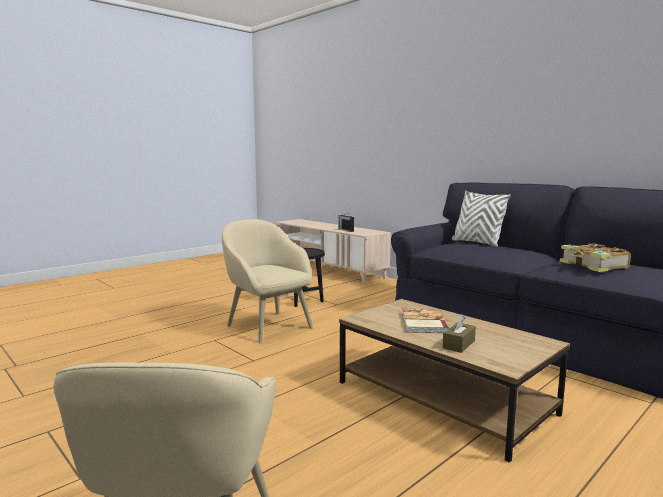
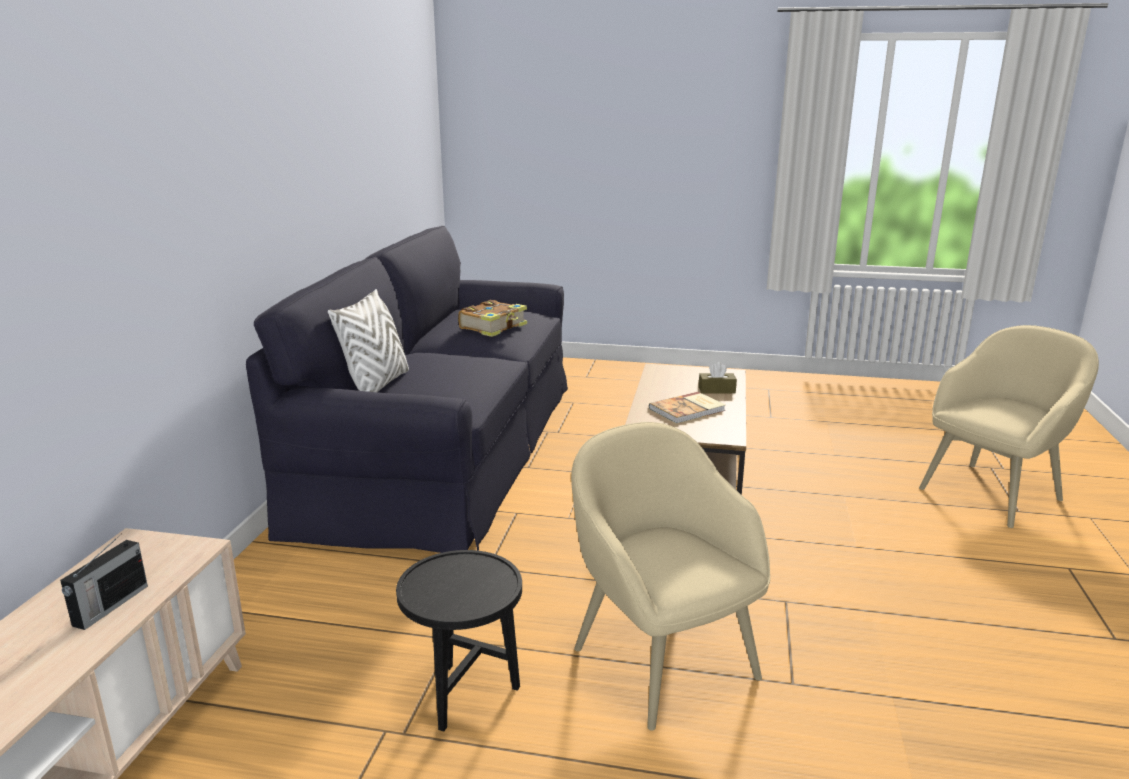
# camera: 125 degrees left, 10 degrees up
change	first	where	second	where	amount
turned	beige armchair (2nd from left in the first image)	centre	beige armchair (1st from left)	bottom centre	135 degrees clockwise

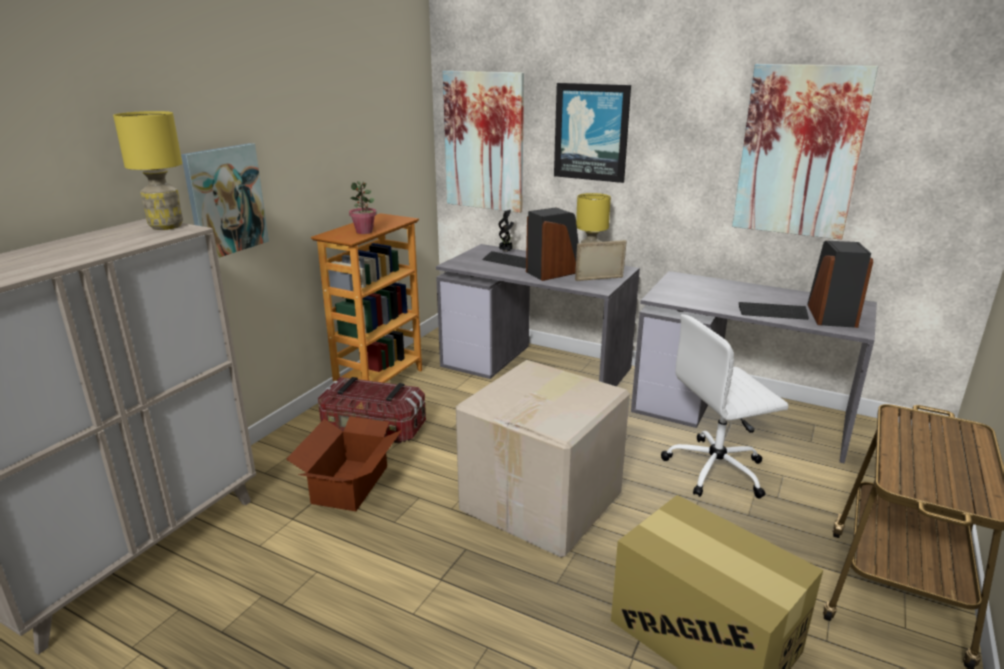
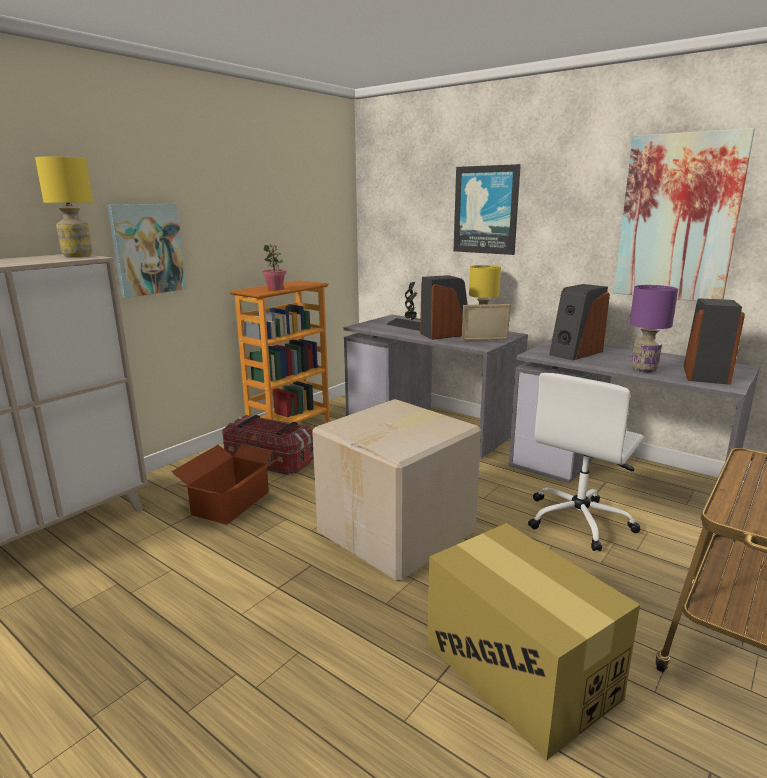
# camera: 10 degrees right, 5 degrees down
change	first	where	second	where	amount
removed	picture (2nd from left)	top centre			
replaced	keyboard (2nd from left)	middle right	purple table lamp	middle right	
turned	white office chair	middle right		middle right	45 degrees counterclockwise
added			speaker (2nd from left)	middle right	

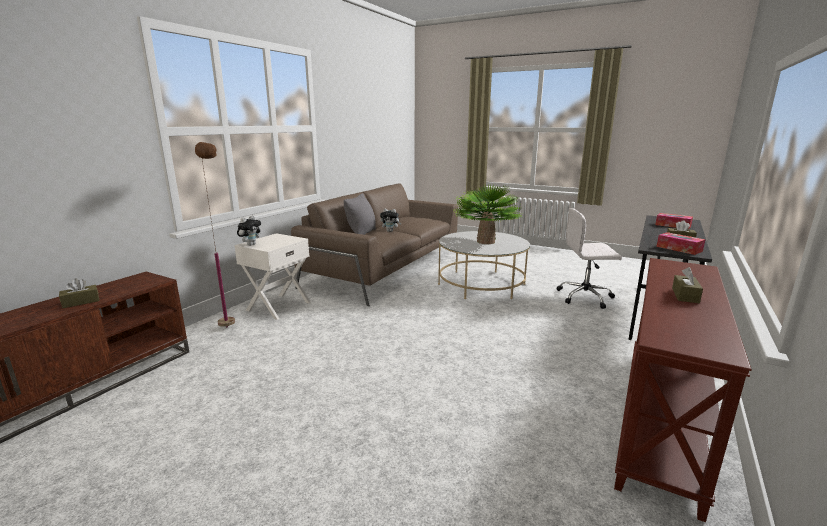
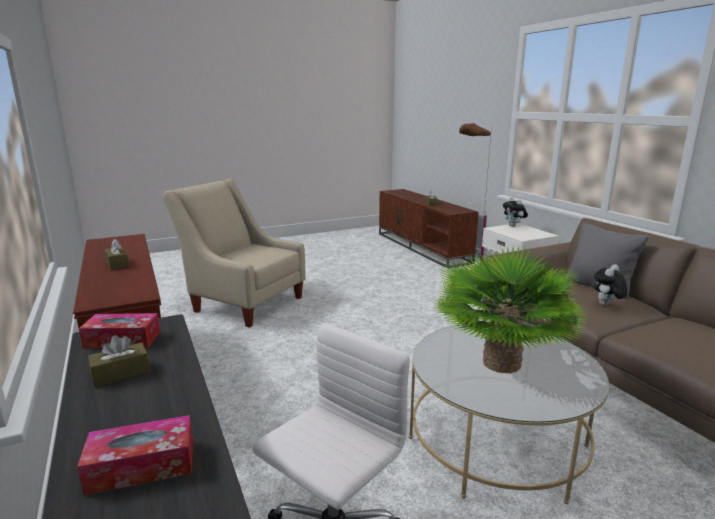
# camera: 125 degrees right, 0 degrees up
change	first	where	second	where	amount
added			beige armchair	middle left	

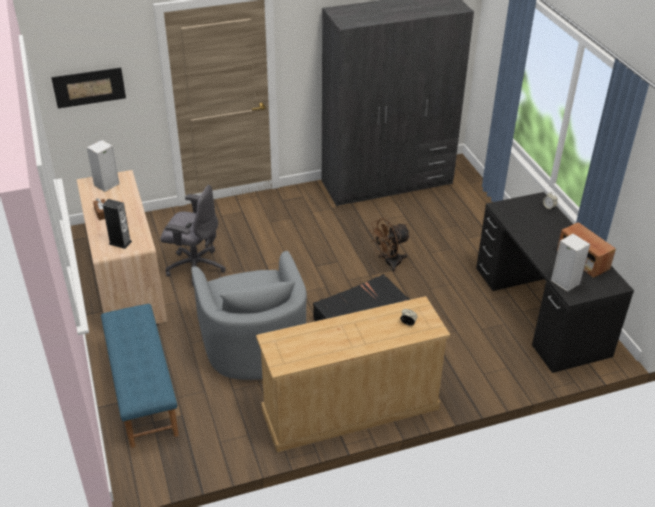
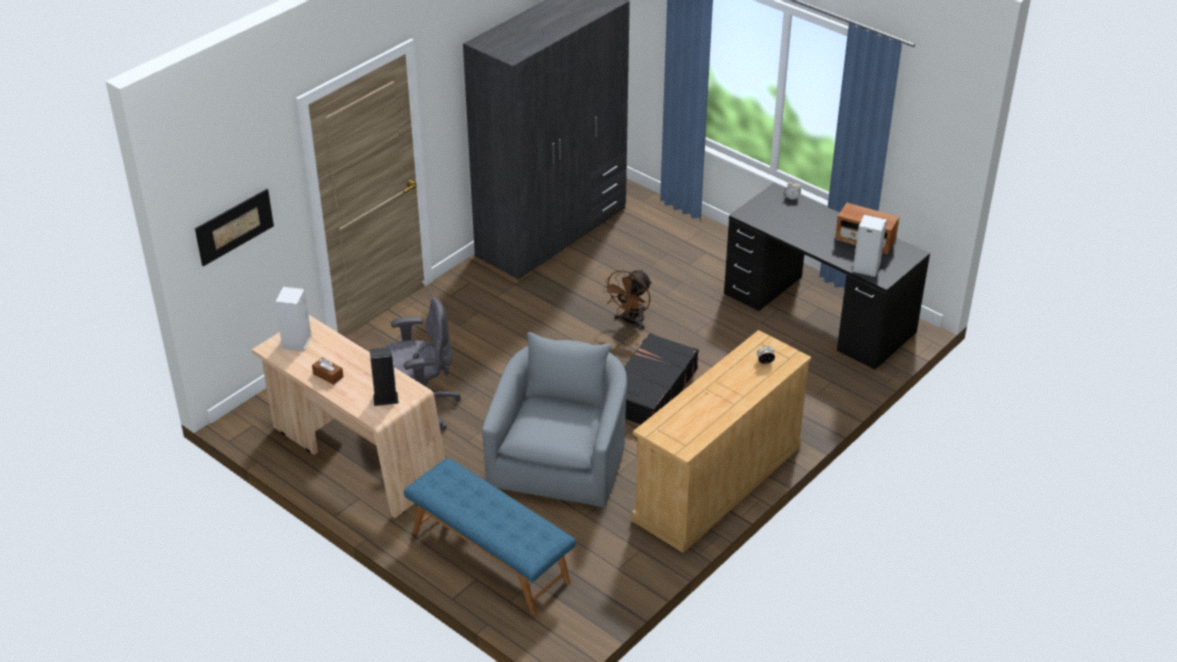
# camera: 30 degrees left, 0 degrees up
change	first	where	second	where	amount
turned	grey armchair	centre		centre	120 degrees counterclockwise

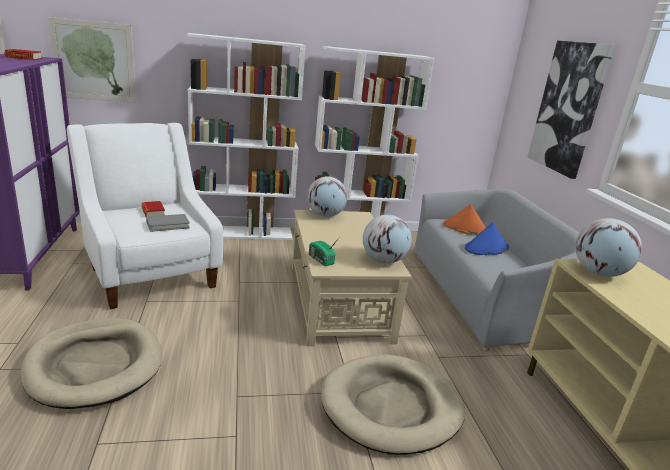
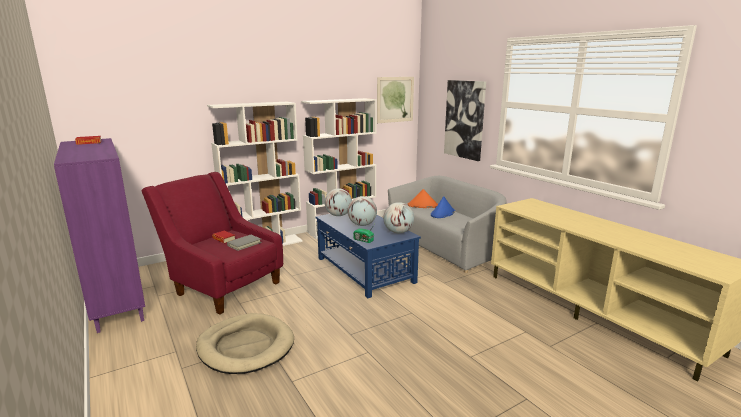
# camera: 20 degrees left, 5 degrees down
change	first	where	second	where	amount
moved	picture (1st from left)	top left		top centre	
recoloured	white armchair	middle left	red armchair	middle left	
recoloured	beige coffee table	centre	blue coffee table	centre	
moved	globe (3rd from left in the first image)	middle right	globe (2nd from left)	centre	
removed	beige dog bed (2nd from left)	bottom centre			

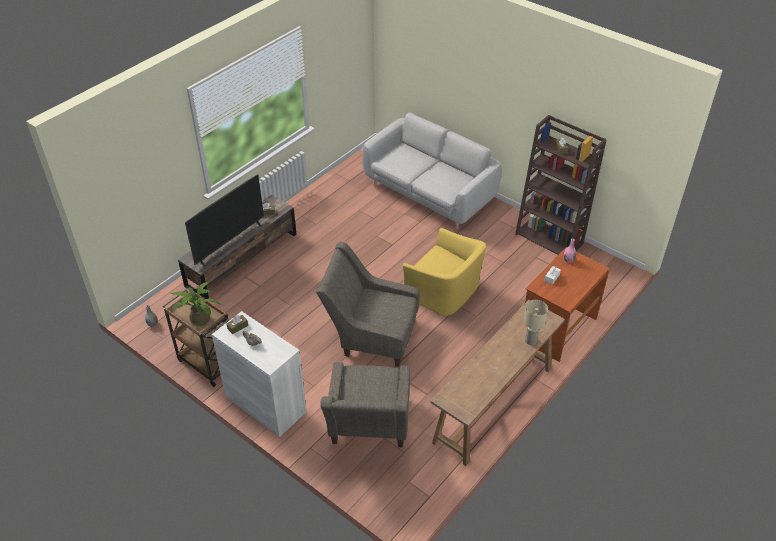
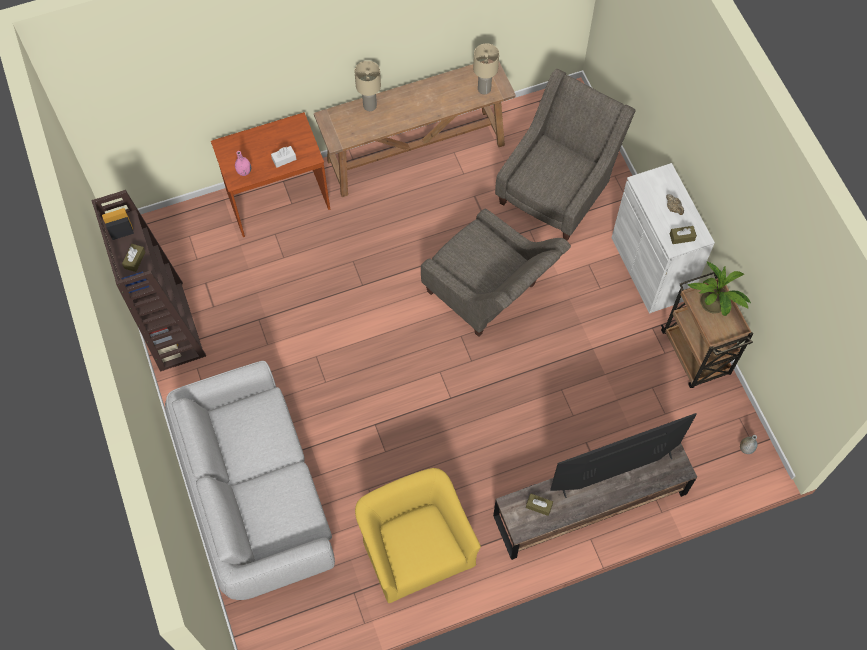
# camera: 150 degrees left, 20 degrees up
change	first	where	second	where	amount
moved	yellow armchair	centre		bottom centre	
added			beige table lamp (2nd from left)	top centre	

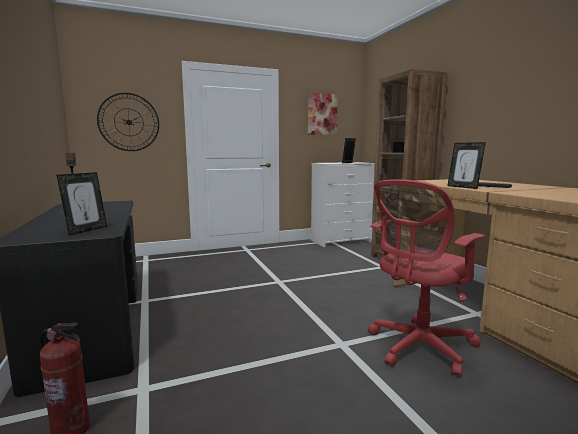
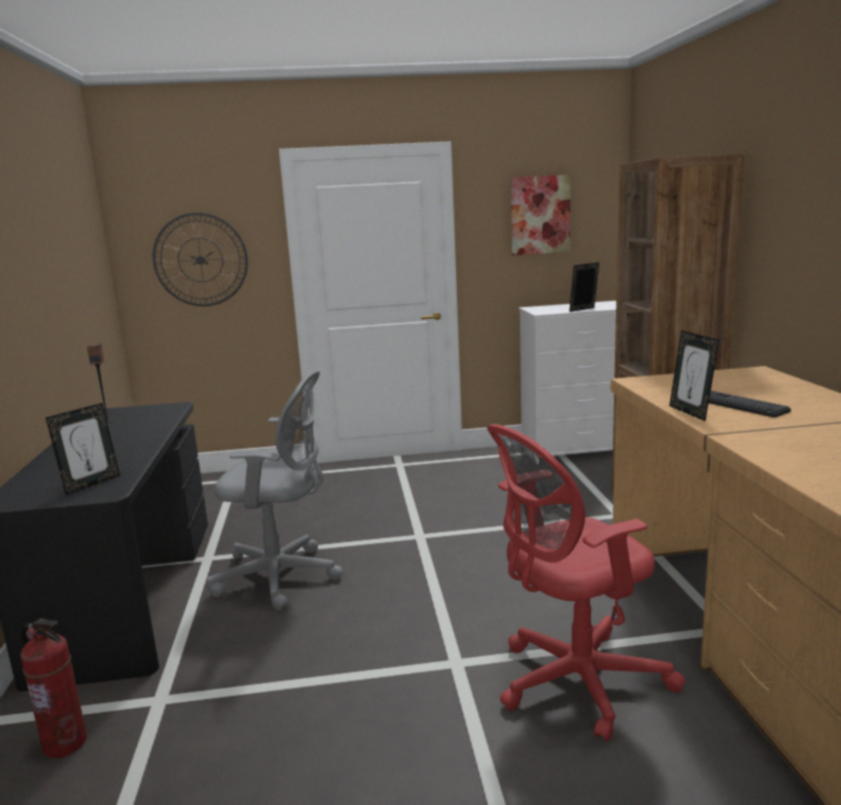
# camera: 15 degrees right, 5 degrees up
change	first	where	second	where	amount
added			grey office chair	middle left	

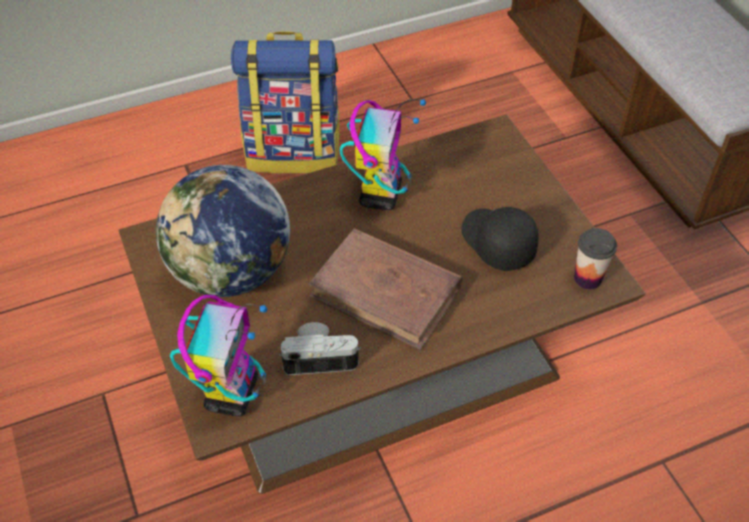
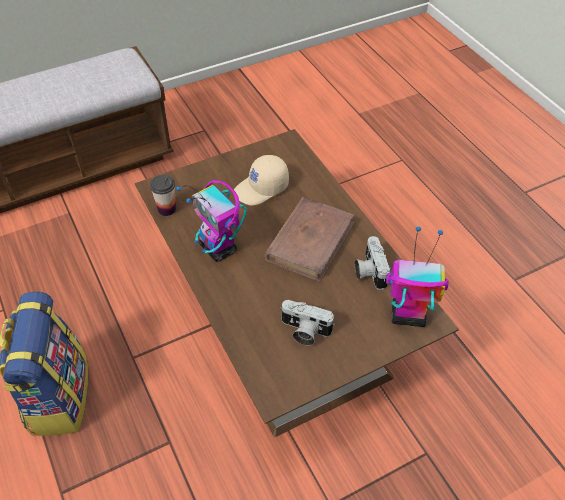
# camera: 95 degrees left, 0 degrees up
change	first	where	second	where	amount
turned	toy robot (2nd from left in the first image)	top centre	toy robot (1st from left)	centre	135 degrees counterclockwise
replaced	globe	middle left	photo camera (1st from left)	centre	
recoloured	black cap	middle right	beige cap	centre	
moved	cup	middle right		middle left	

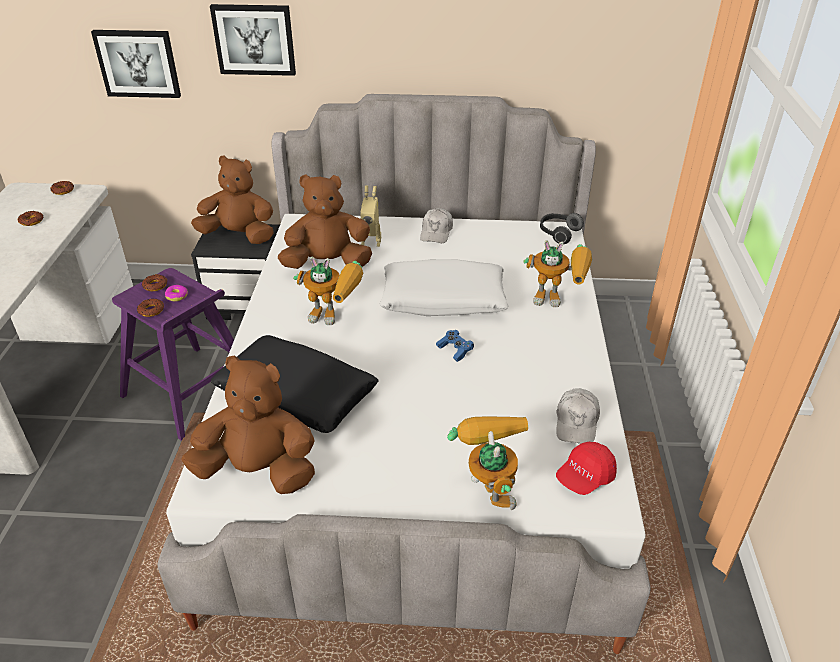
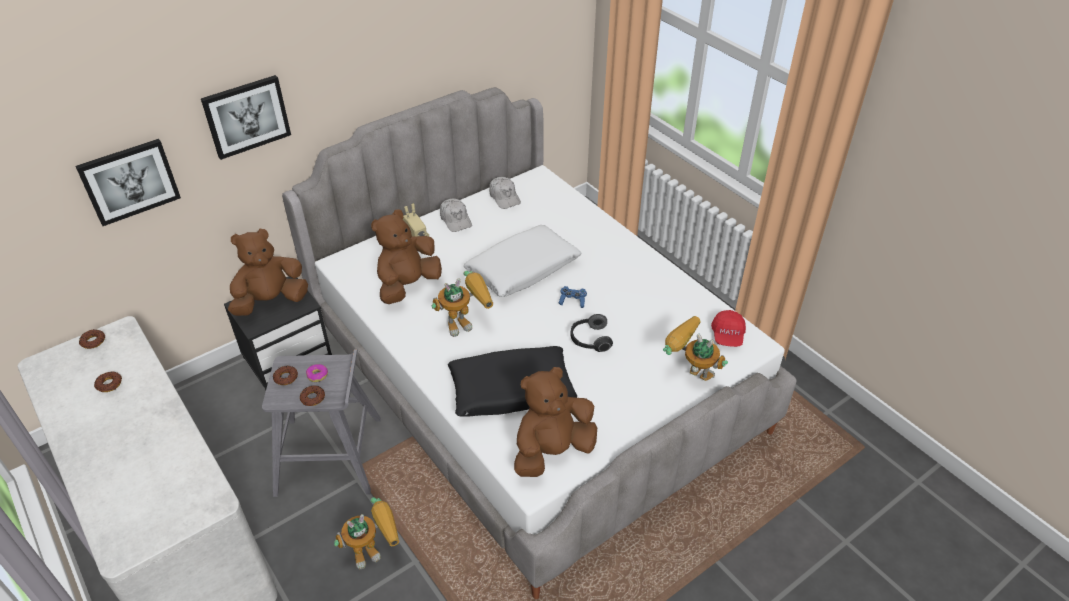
# camera: 40 degrees left, 5 degrees up
change	first	where	second	where	amount
moved	headphones	middle right		centre	
moved	toy robot (4th from left in the first image)	centre	toy robot (1st from left)	bottom centre	
recoloured	purple stool	middle left	grey stool	bottom left	
moved	white cap (2nd from left)	middle right		top centre	

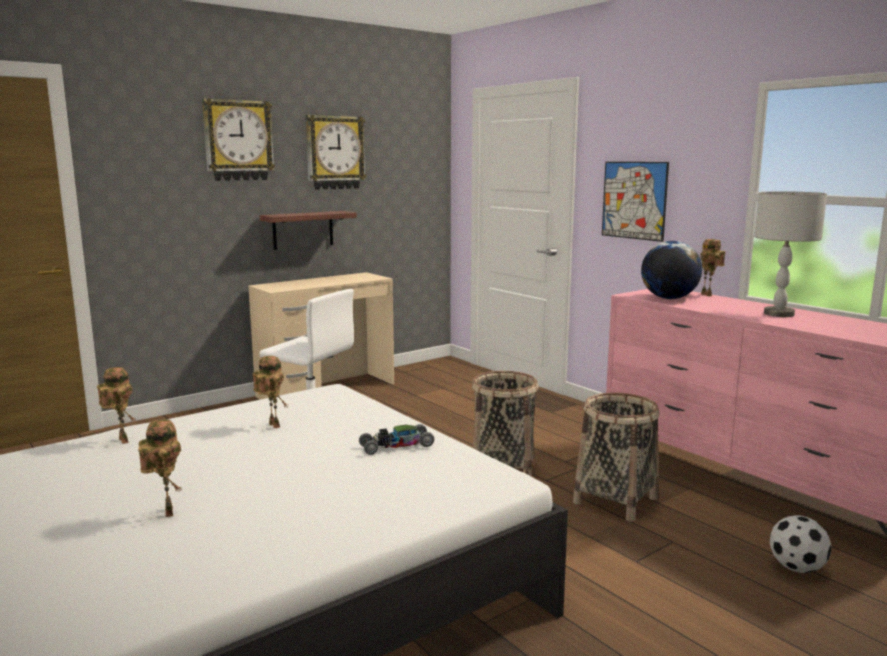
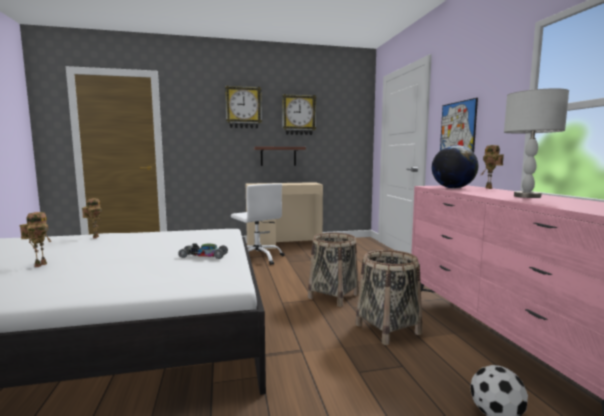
# camera: 25 degrees right, 5 degrees down
change	first	where	second	where	amount
removed	toy robot (3rd from left)	middle left			

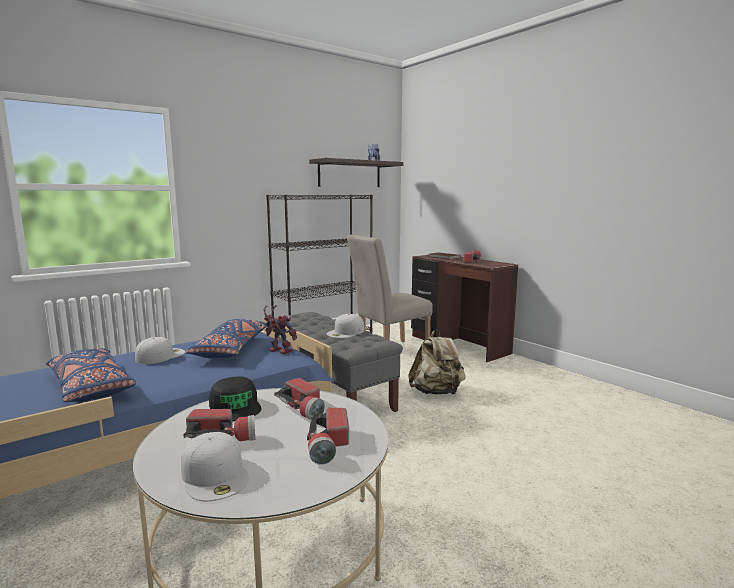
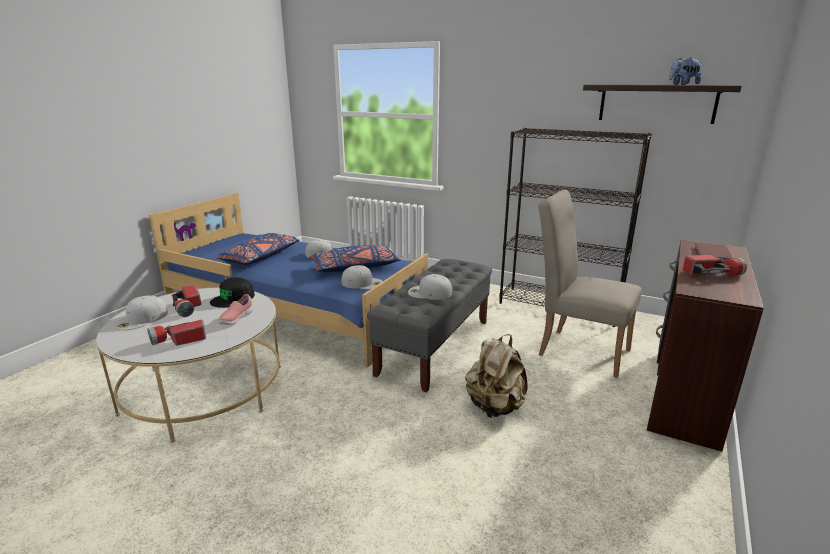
# camera: 65 degrees right, 10 degrees up
change	first	where	second	where	amount
replaced	toy robot	centre	white cap (3rd from left)	centre	
replaced	flashlight (2nd from left)	bottom centre	pink shoe	middle left	

